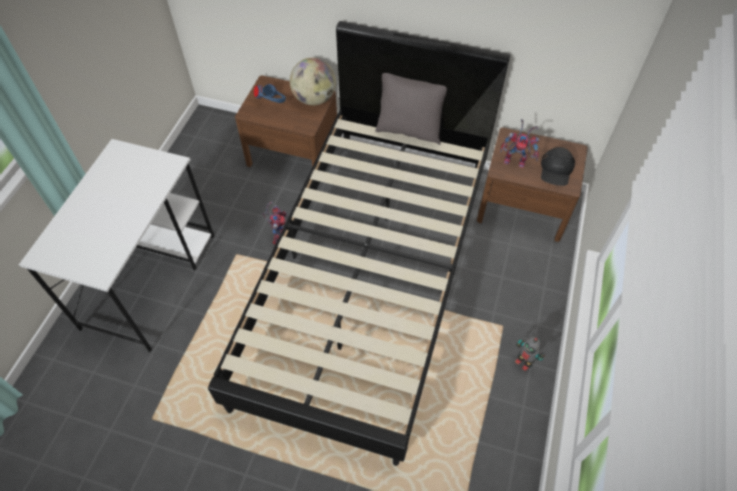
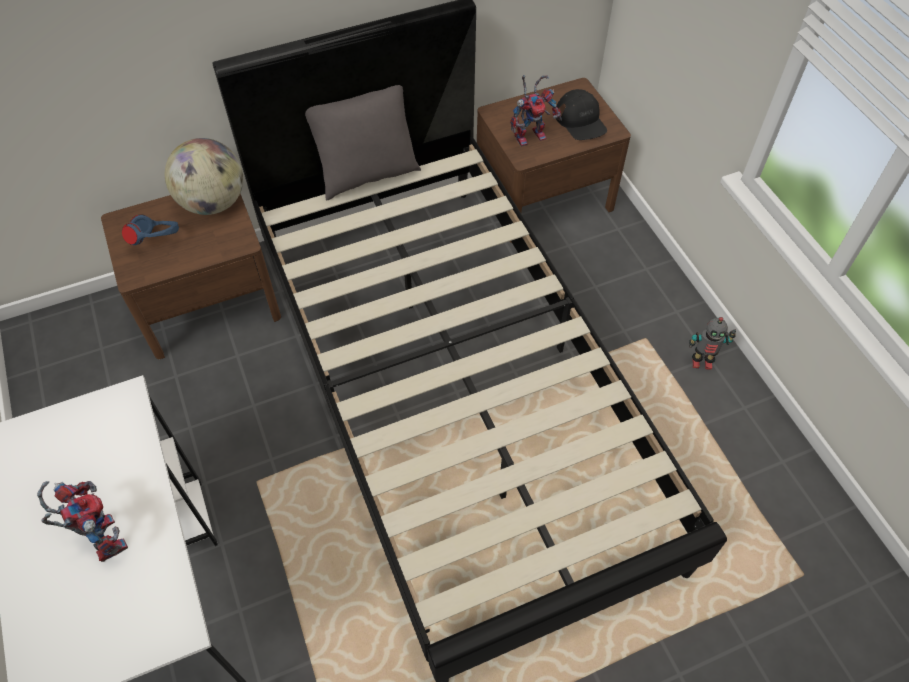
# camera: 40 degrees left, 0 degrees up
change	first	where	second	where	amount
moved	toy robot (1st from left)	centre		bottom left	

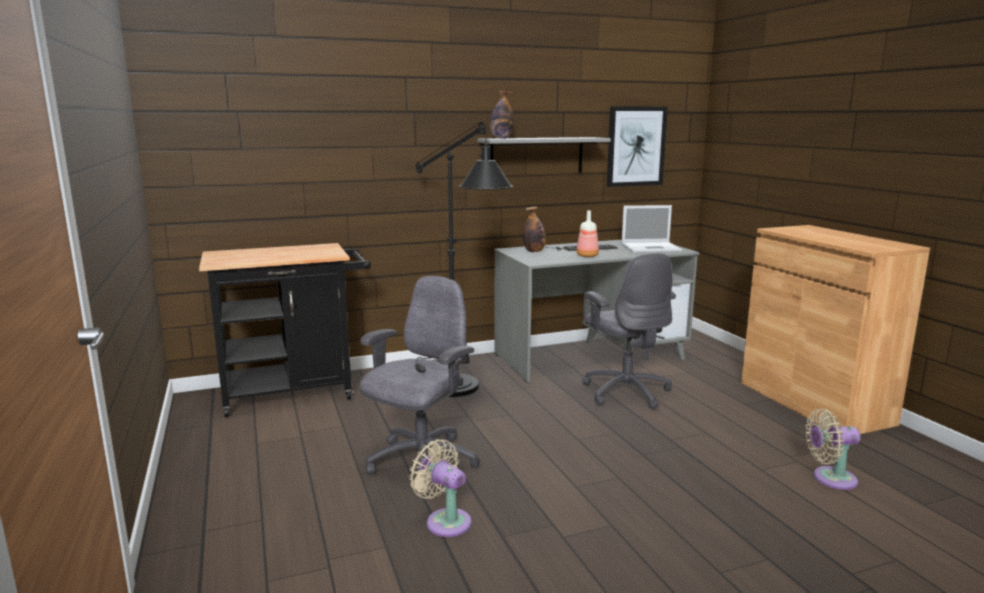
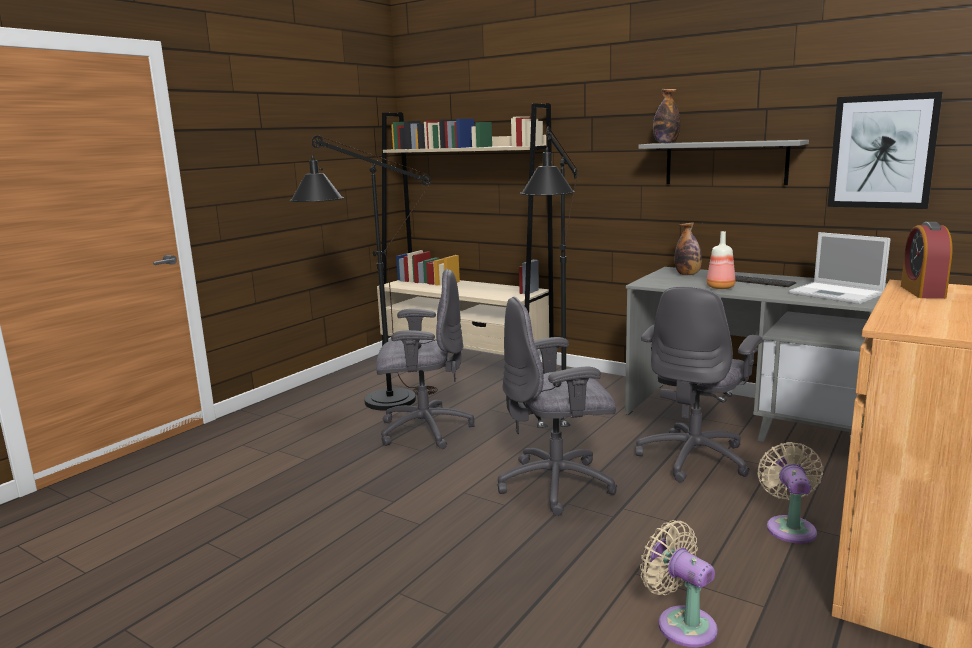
# camera: 55 degrees right, 0 degrees up
change	first	where	second	where	amount
replaced	black cart	middle left	beige bookcase	centre	
moved	beige fan (1st from left in the first image)	bottom centre	beige fan (2nd from left)	bottom right	
added			black floor lamp (1st from left)	centre	
added			alarm clock	middle right	
added			grey office chair (2nd from left)	centre	

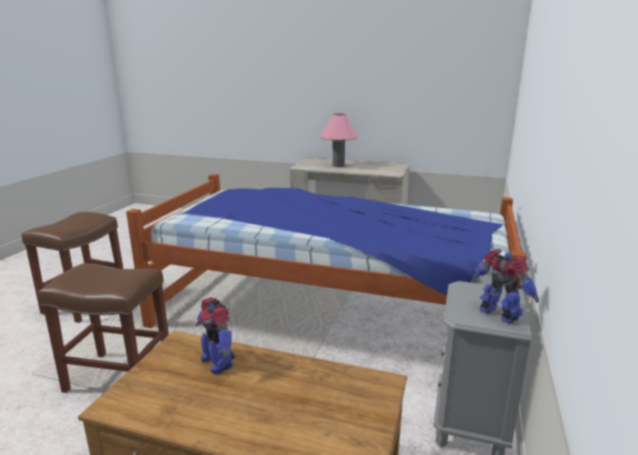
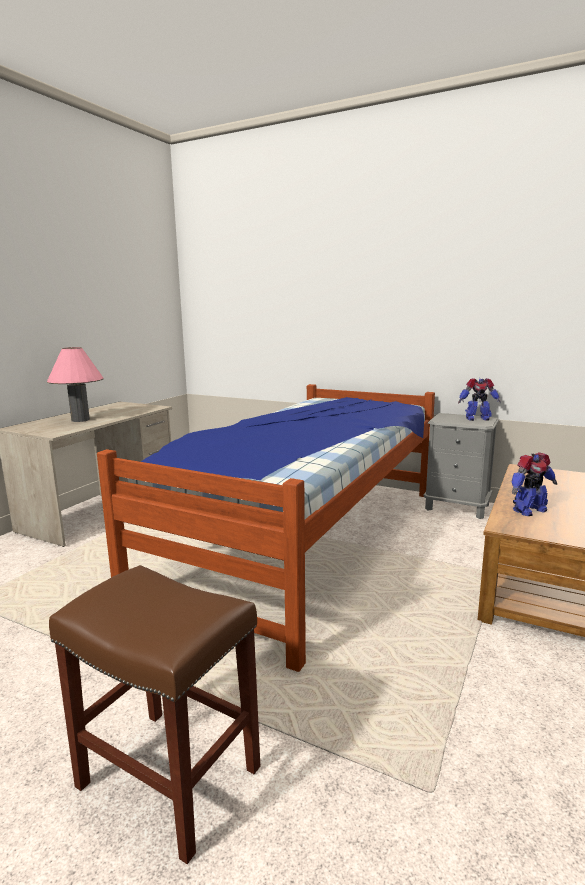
# camera: 80 degrees left, 5 degrees down
change	first	where	second	where	amount
turned	toy robot (2nd from left in the first image)	middle right	toy robot (1st from left)	middle right	150 degrees counterclockwise
removed	brown stool (2nd from left)	bottom left			

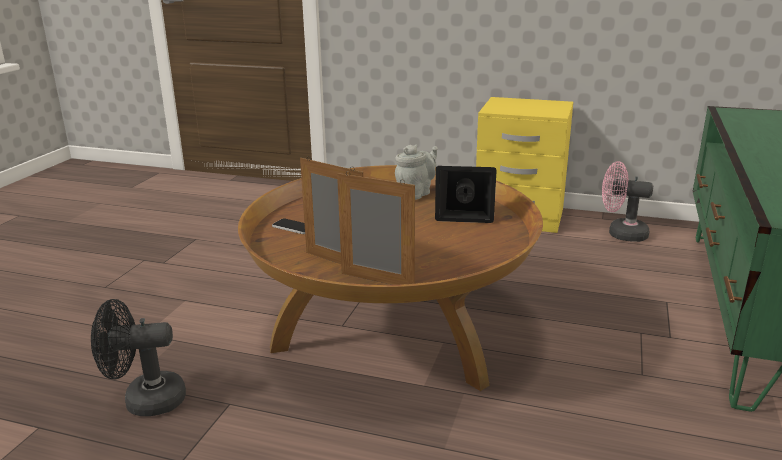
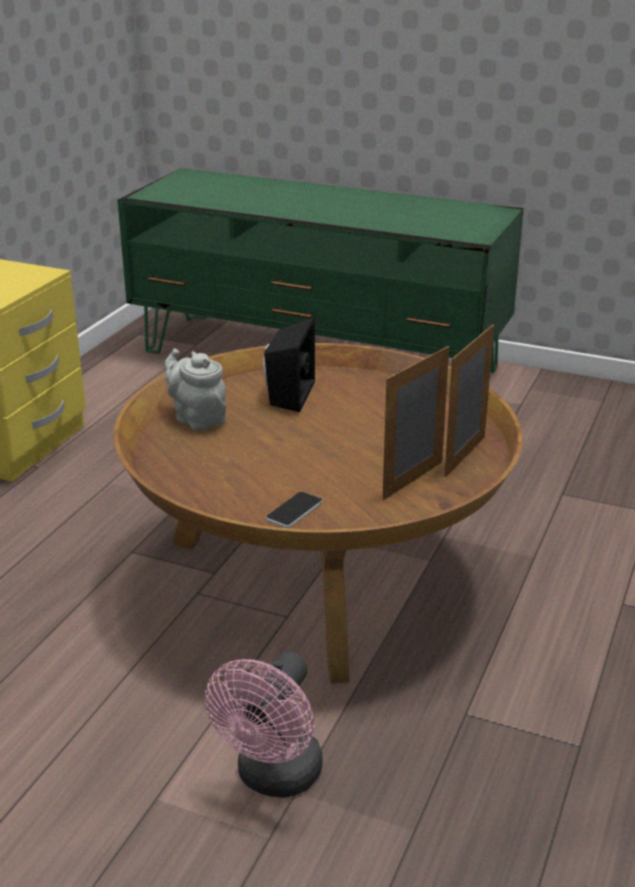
# camera: 85 degrees left, 5 degrees up
change	first	where	second	where	amount
moved	pink fan	middle right		bottom centre	
removed	black fan	bottom left			

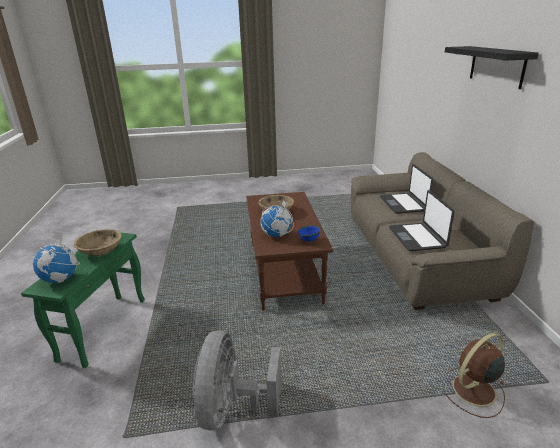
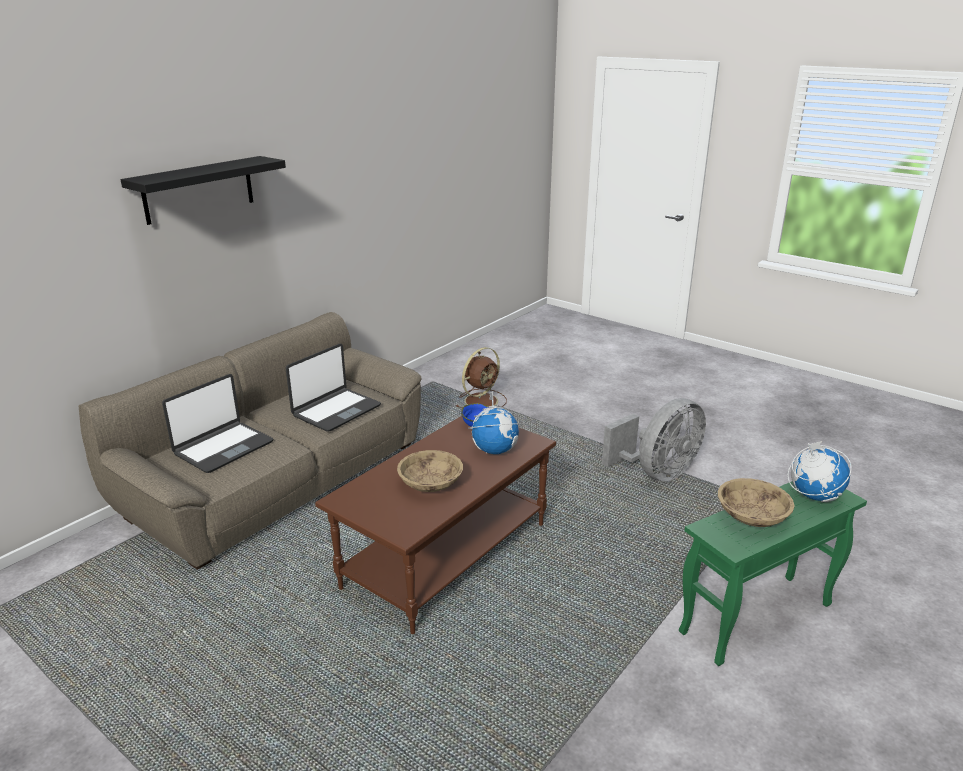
# camera: 135 degrees left, 0 degrees up
change	first	where	second	where	amount
turned	brown fan	bottom right		centre	60 degrees counterclockwise

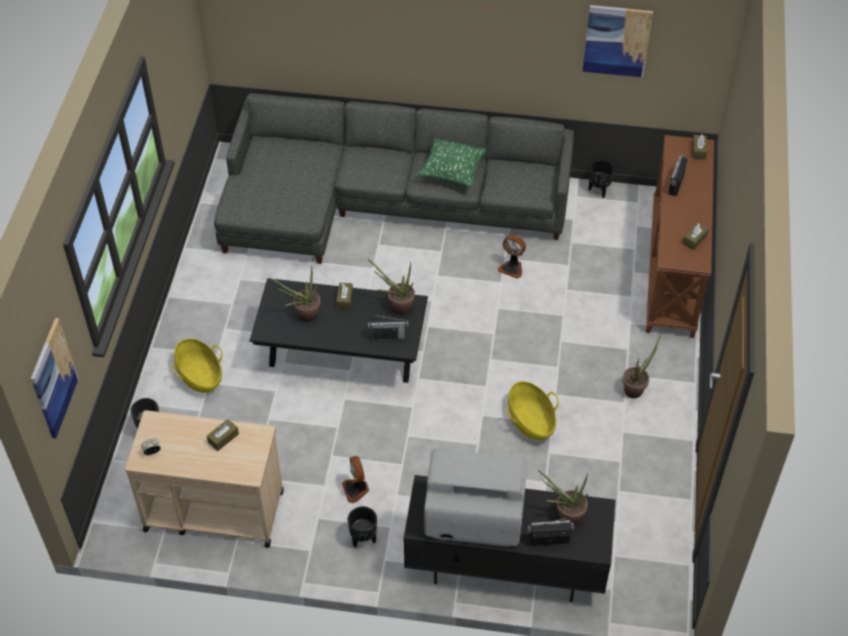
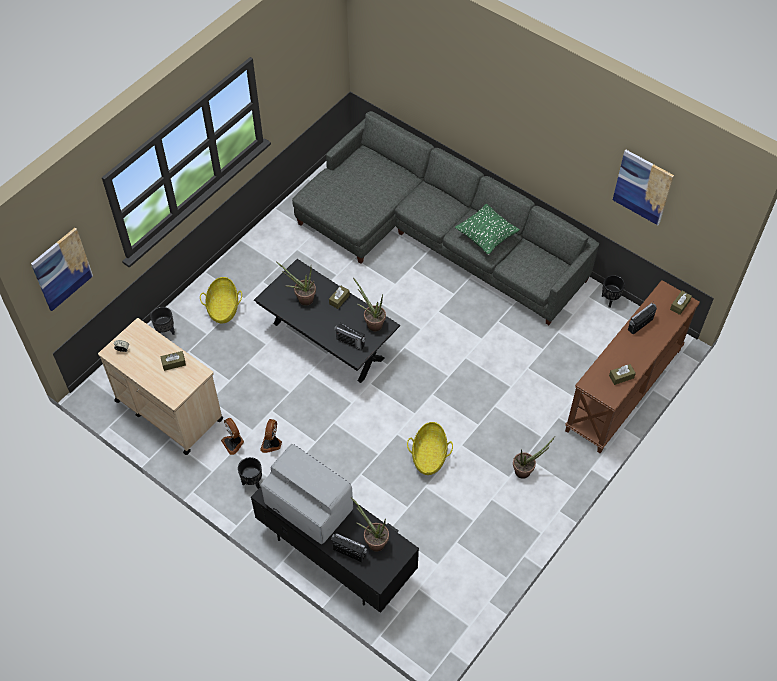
# camera: 30 degrees right, 5 degrees up
change	first	where	second	where	amount
moved	fan (2nd from left in the first image)	centre	fan (1st from left)	middle left	

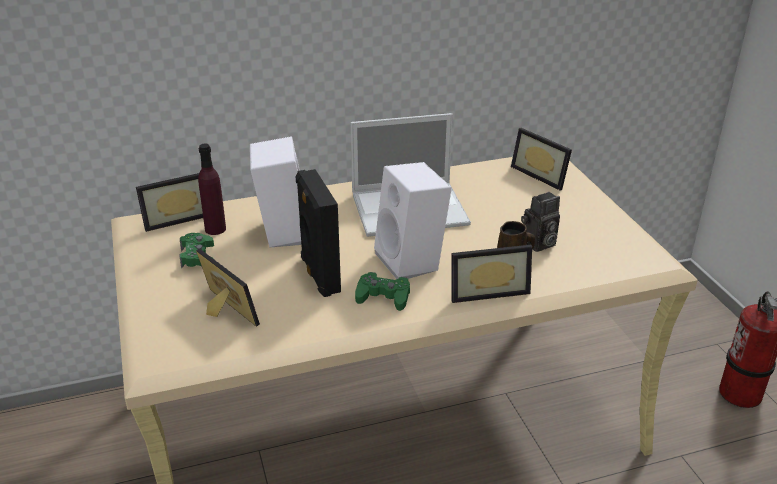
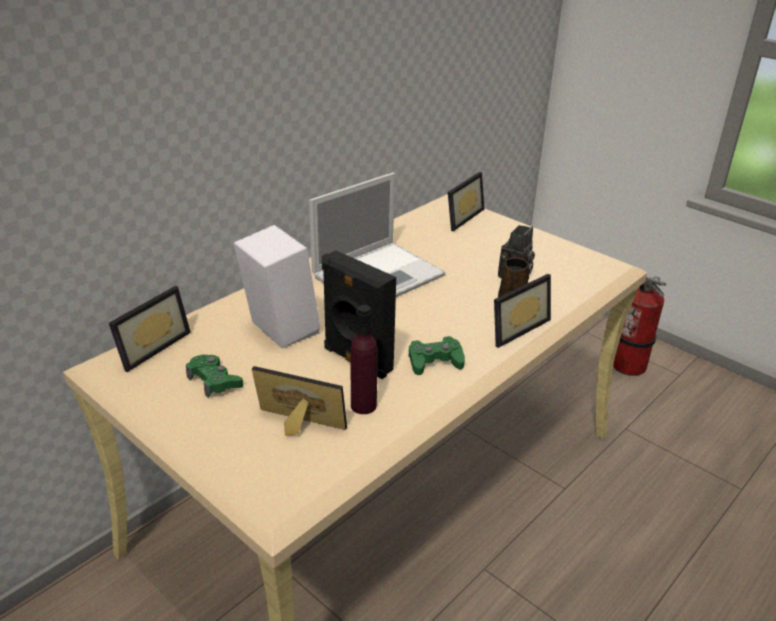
# camera: 30 degrees left, 0 degrees up
change	first	where	second	where	amount
turned	picture frame (4th from left in the first image)	top right	picture frame (3rd from left)	top centre	75 degrees counterclockwise
moved	purple bottle	middle left		centre	
removed	white speaker (2nd from left)	centre			

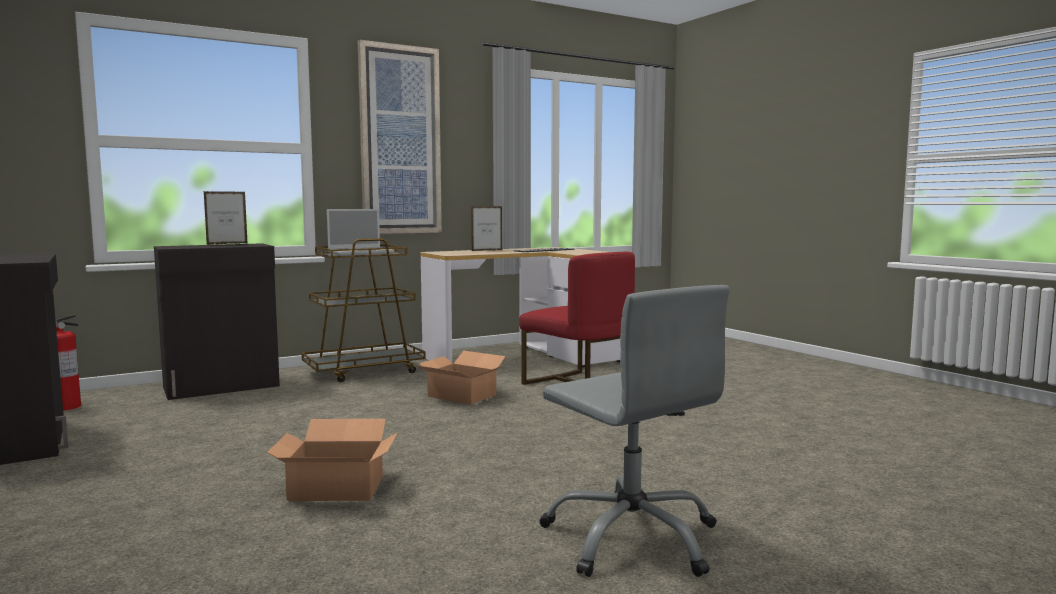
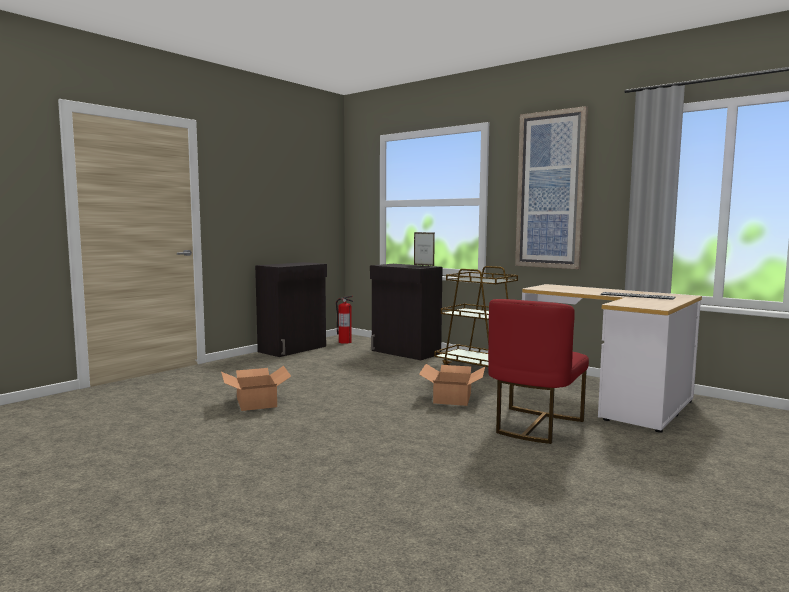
# camera: 70 degrees right, 0 degrees up
change	first	where	second	where	amount
removed	picture frame (2nd from left)	centre			
removed	laptop	centre			
removed	grey office chair	bottom centre			

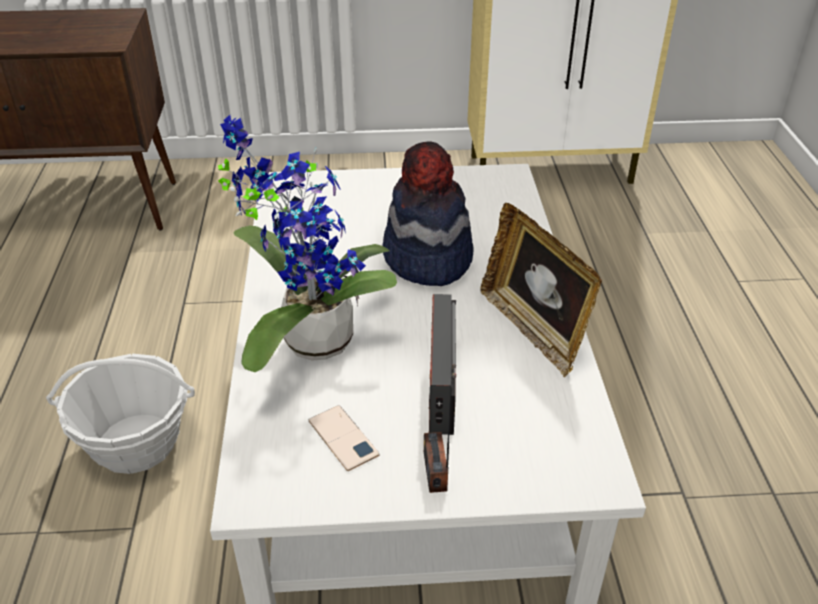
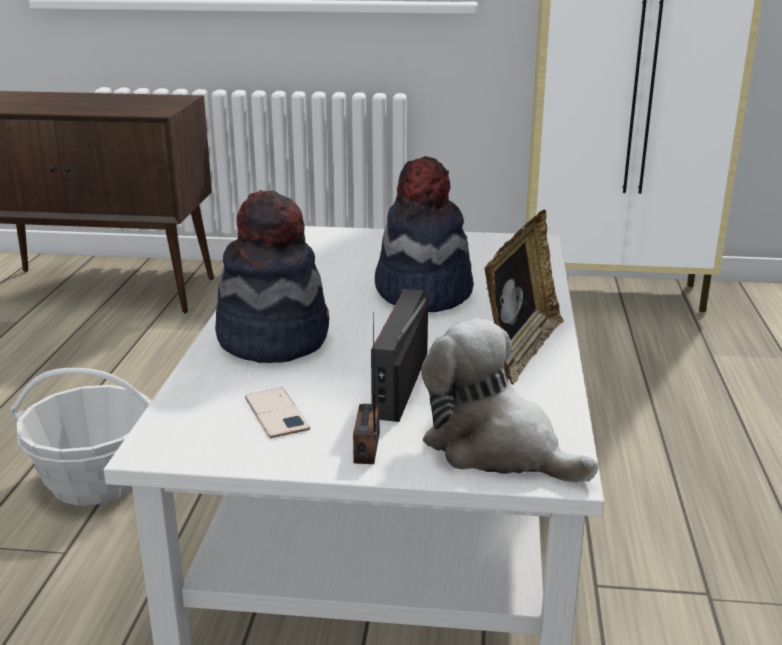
# camera: 10 degrees right, 15 degrees down
change	first	where	second	where	amount
replaced	potted plant	centre	hat (1st from left)	centre	
turned	picture frame	centre		middle right	135 degrees counterclockwise
added			plush toy	centre	

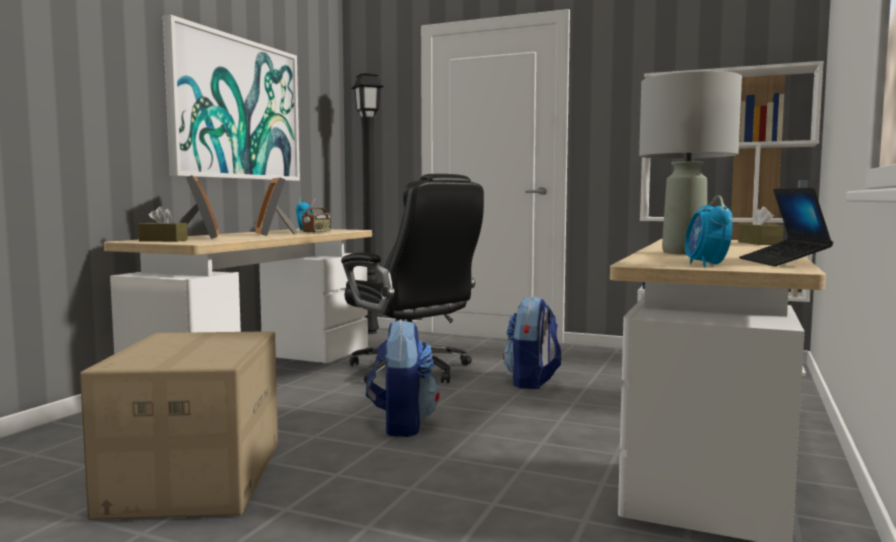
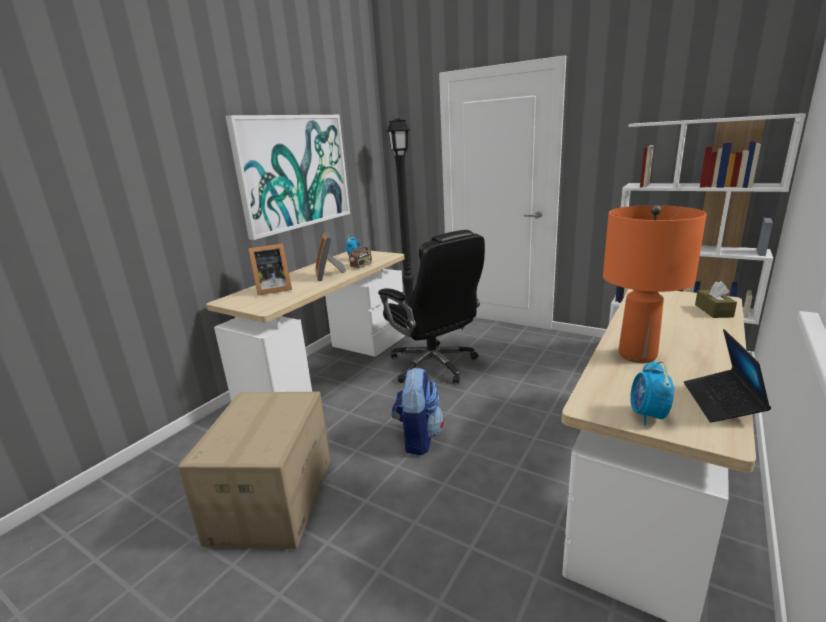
# camera: 10 degrees right, 15 degrees up
change	first	where	second	where	amount
recoloured	grey table lamp	top right	orange table lamp	middle right	
turned	picture frame (1st from left)	middle left		middle left	75 degrees clockwise
removed	brown tissue box (1st from left)	middle left			
removed	backpack (2nd from left)	centre			

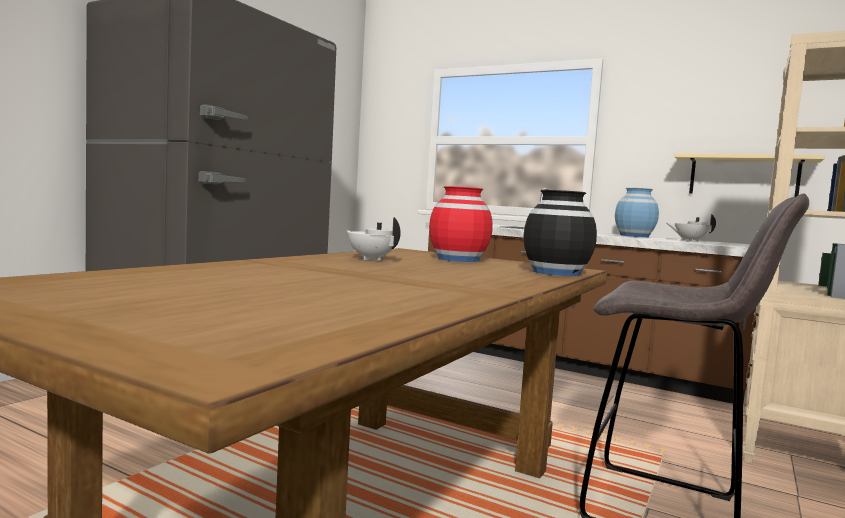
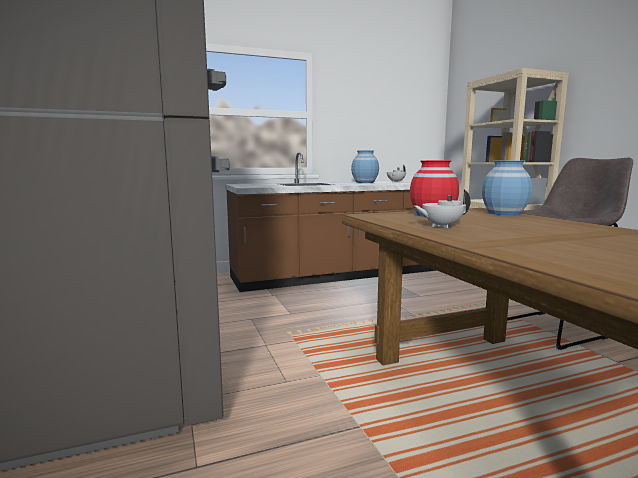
# camera: 50 degrees left, 5 degrees up
change	first	where	second	where	amount
removed	beige shelf	middle right			
recoloured	black vase	centre	blue vase (2nd from left)	middle right	

